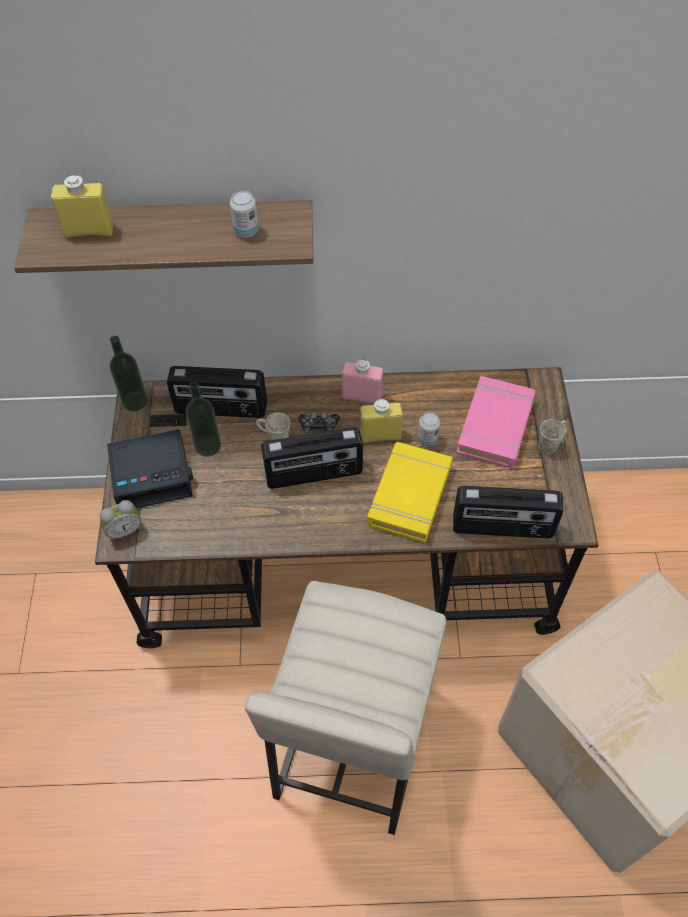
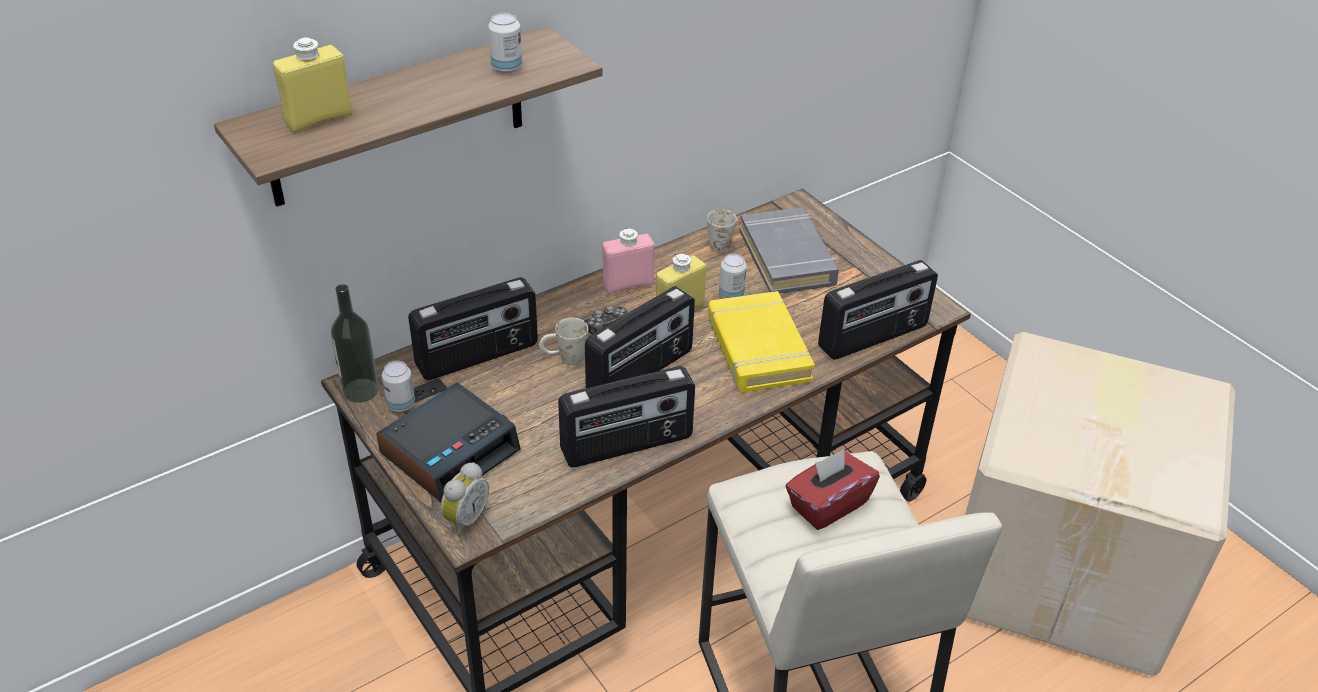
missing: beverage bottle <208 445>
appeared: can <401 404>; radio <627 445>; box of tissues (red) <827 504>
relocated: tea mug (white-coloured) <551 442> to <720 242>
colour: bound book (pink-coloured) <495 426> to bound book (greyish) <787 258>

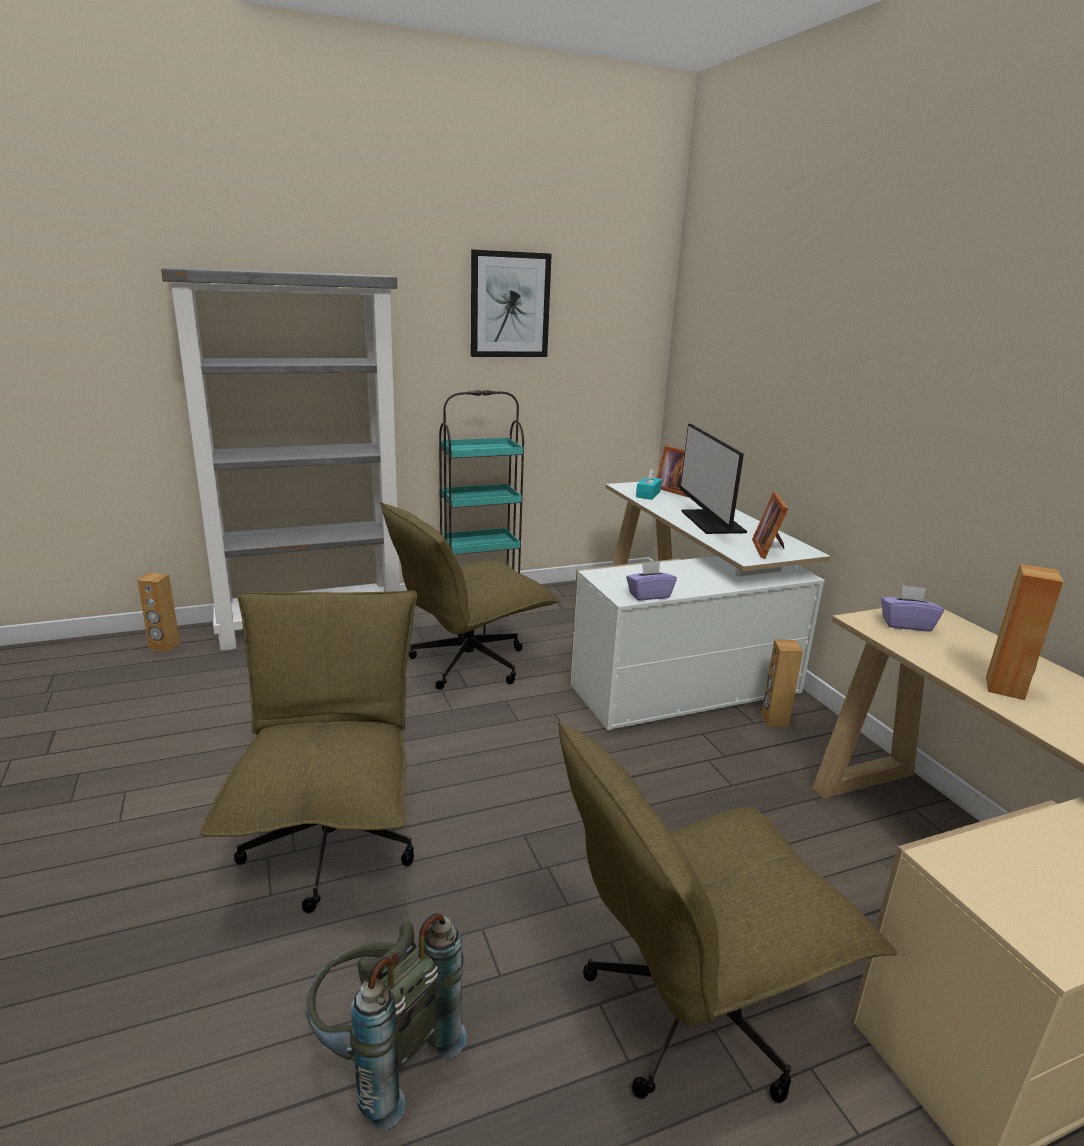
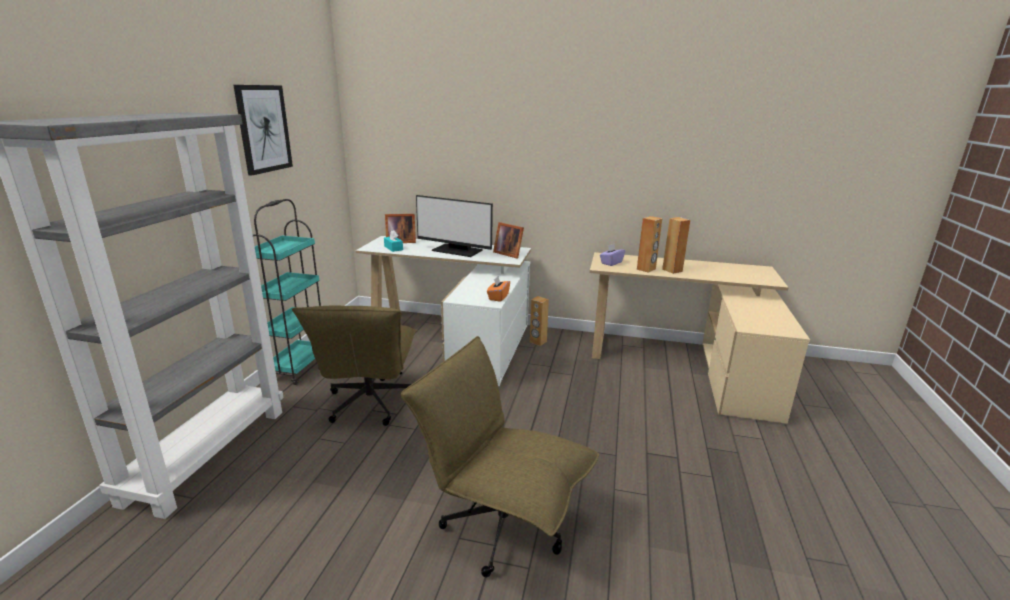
missing: knapsack (greyish) <381 1057>; computer chair (beige) <694 1008>
relocated: loudspeaker (brownish) <164 646> to <646 269>
colour: box of tissues (purple) <649 595> to box of tissues (orange) <498 297>

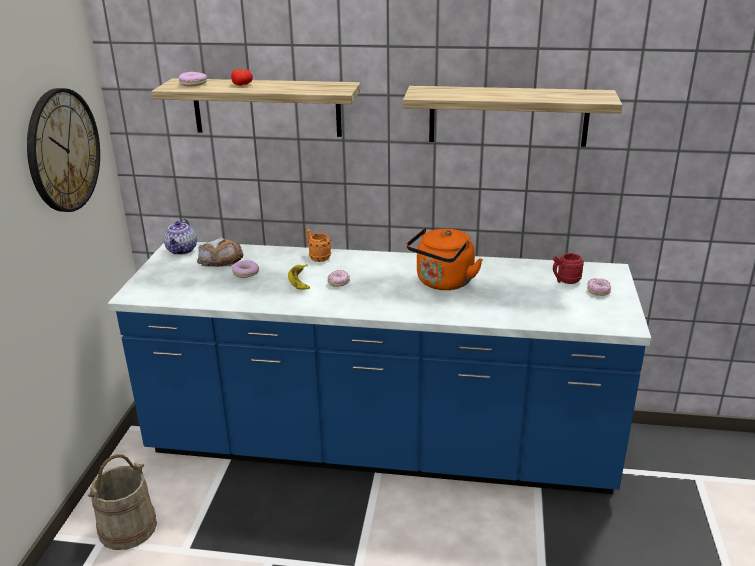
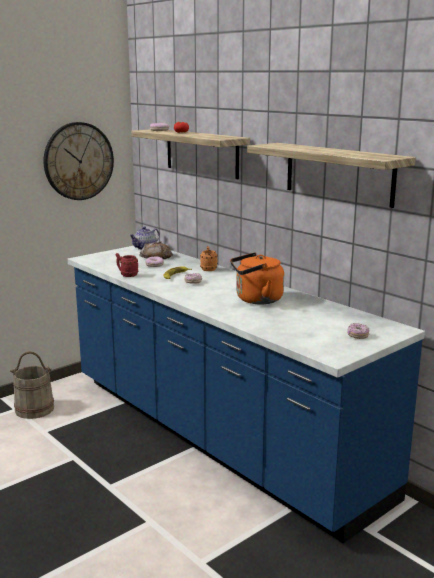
relocated: tea mug (red) <565 281> to <127 275>

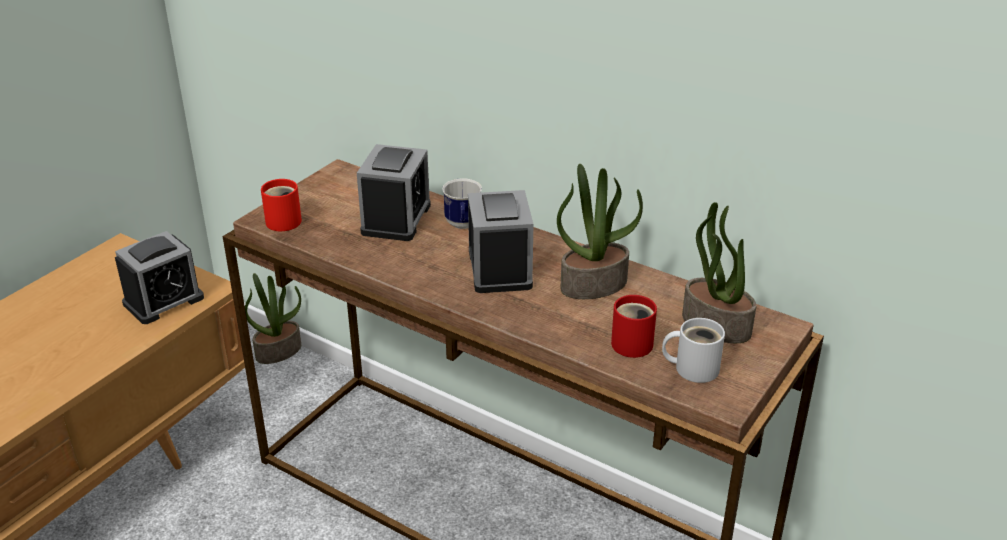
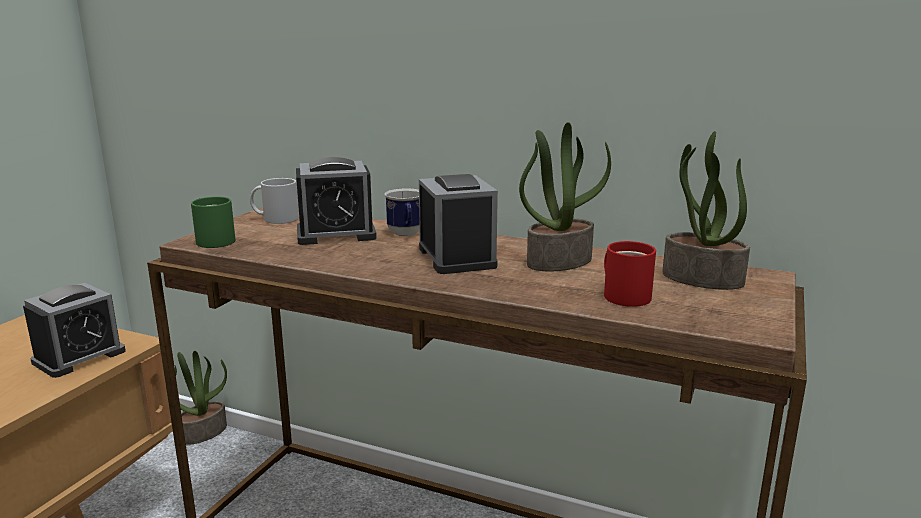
relocated: tea mug (white-coloured) <692 367> to <278 218>
colour: tea mug (red) <286 220> to tea mug (green-coloured) <218 241>
spun: bedside clock <396 219> = <336 234> 75 degrees clockwise

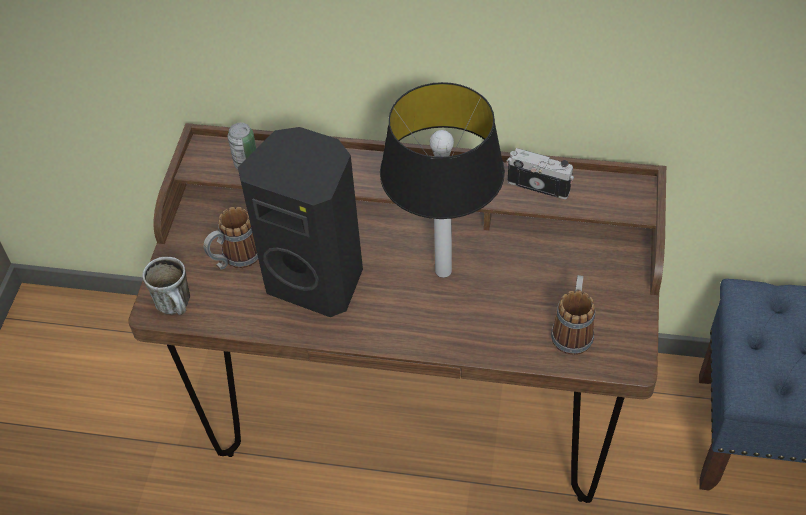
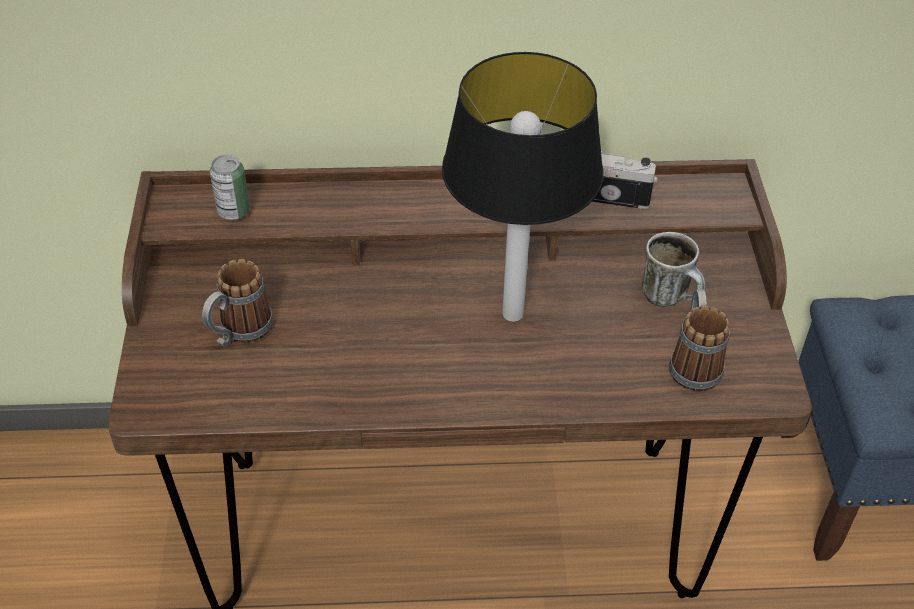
missing: loudspeaker (black-coloured) <317 279>
relocated: tea mug <178 307> to <671 298>

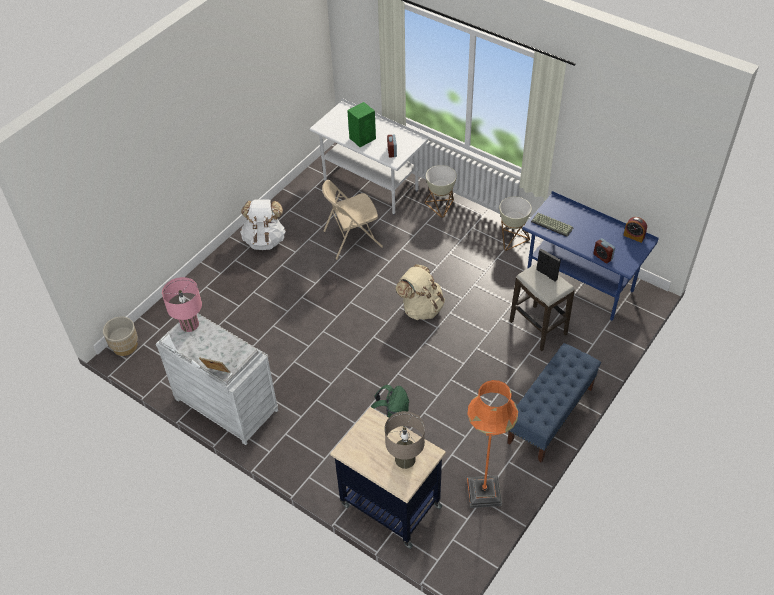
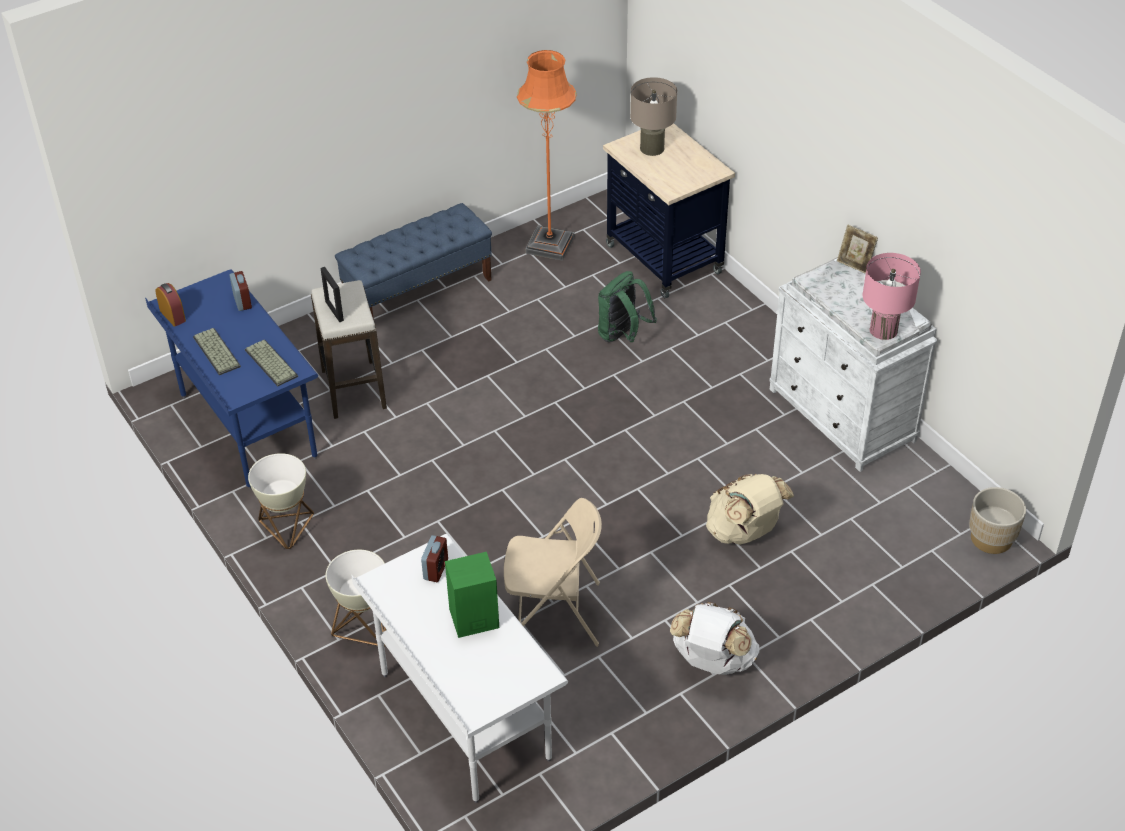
appeared: PC keyboard <215 352>
relocated: knapsack (beige) <421 308> to <744 532>

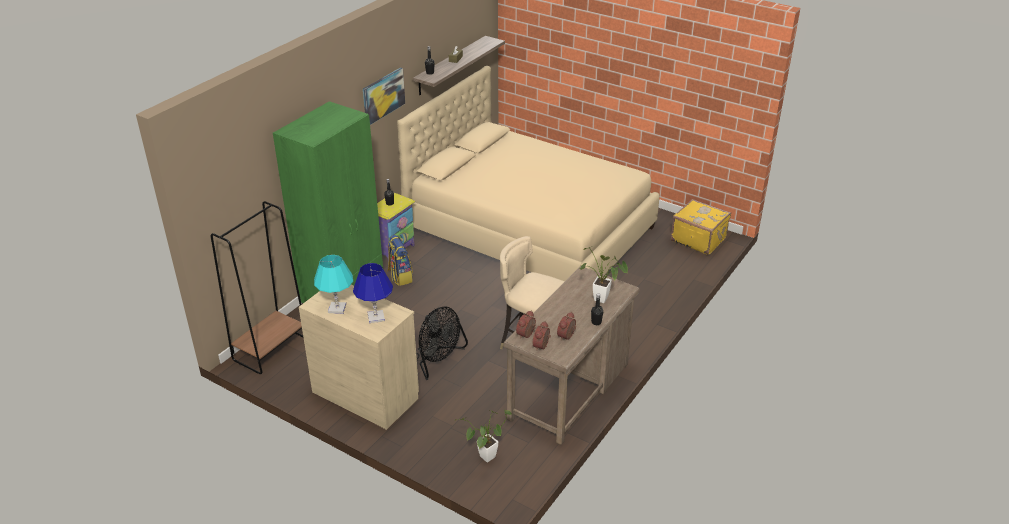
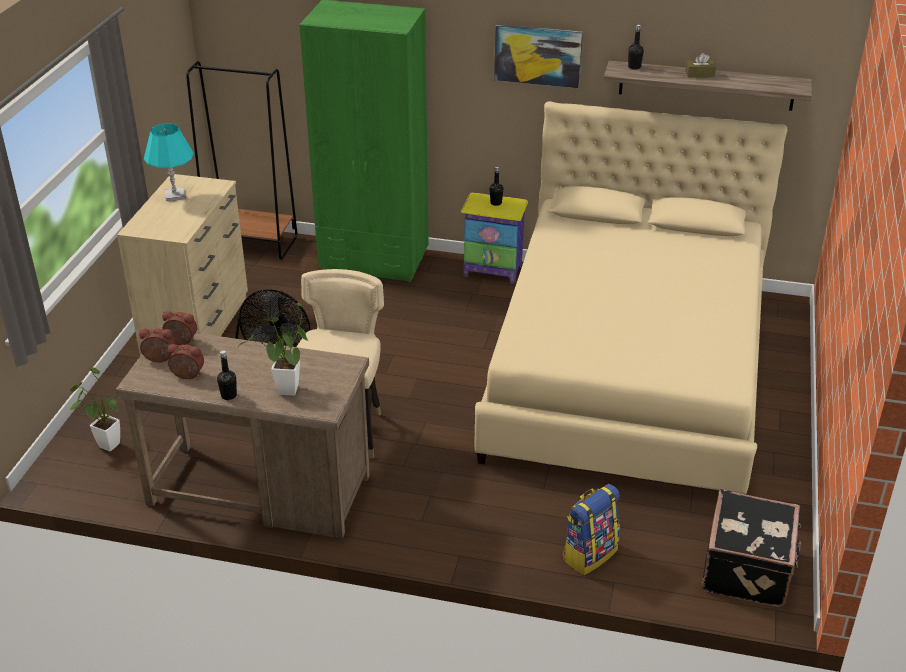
missing: tabletop lamp (blue-coloured) <376 317>
relocated: knapsack <400 277> to <589 554>
colour: suitcase (yellow-coloured) <698 239> to suitcase (black-coloured) <748 570>

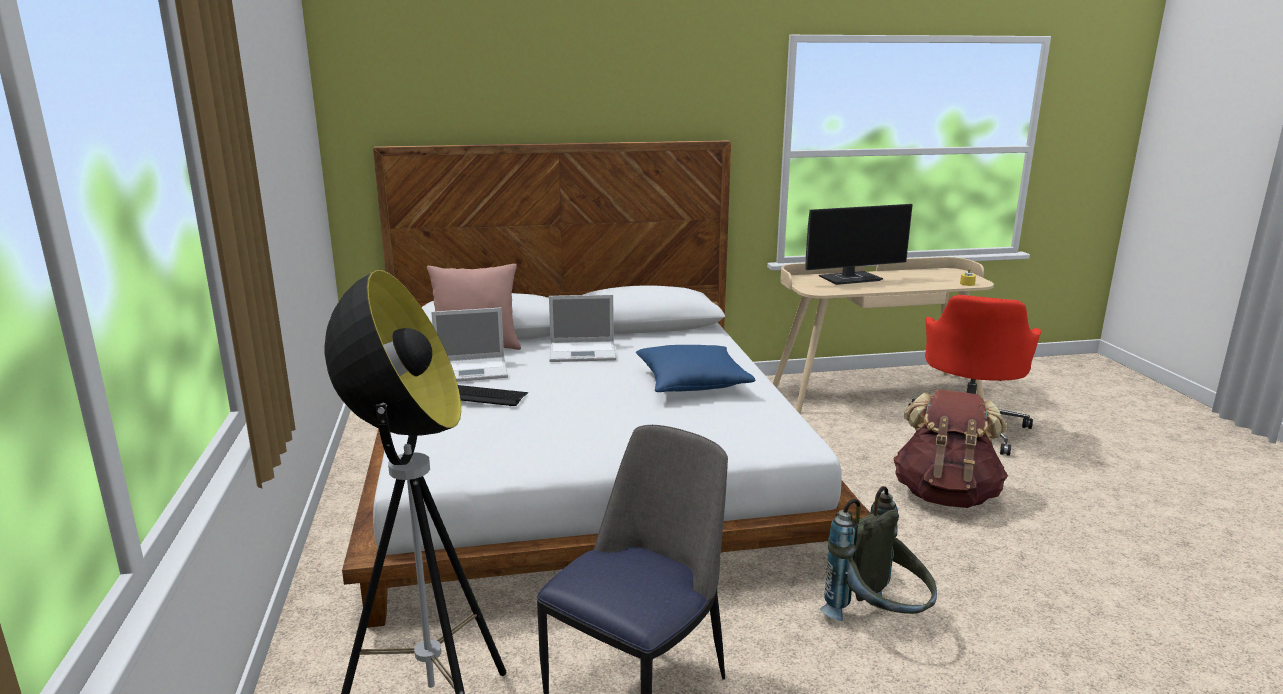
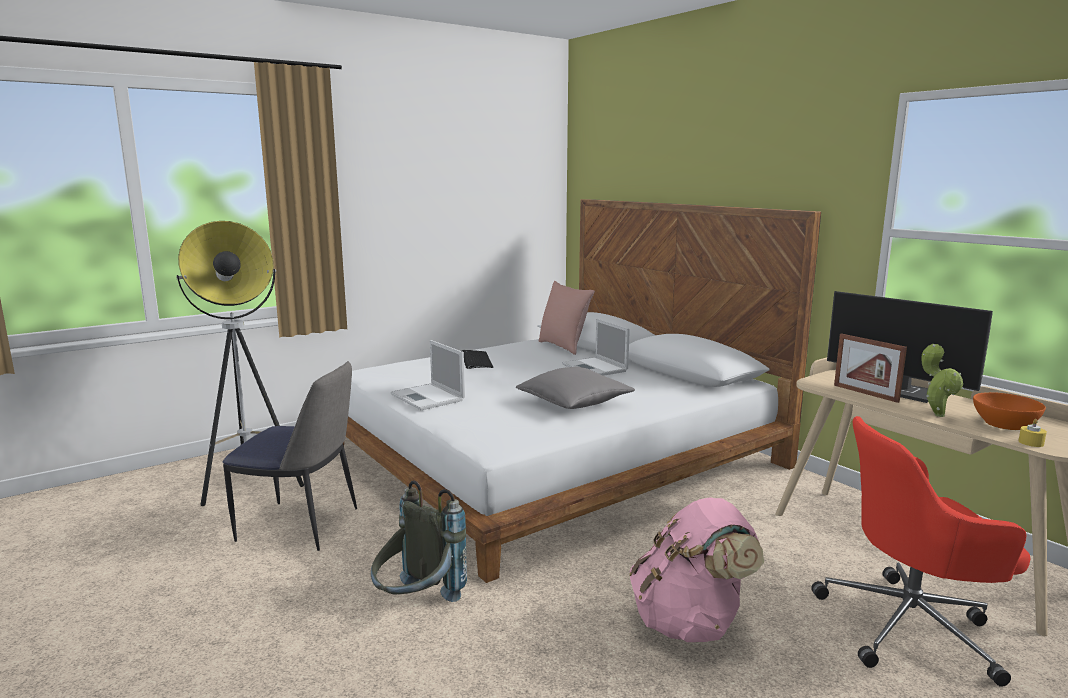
appeared: picture frame <865 393>; potted plant <936 414>; serving bowl (orange) <1005 424>
relocated: laptop <472 370> to <428 397>
colour: cushion (blue-coloured) <692 383> to cushion (greyish) <574 402>; knapsack (brownish) <945 495> to knapsack (pink-coloured) <690 623>

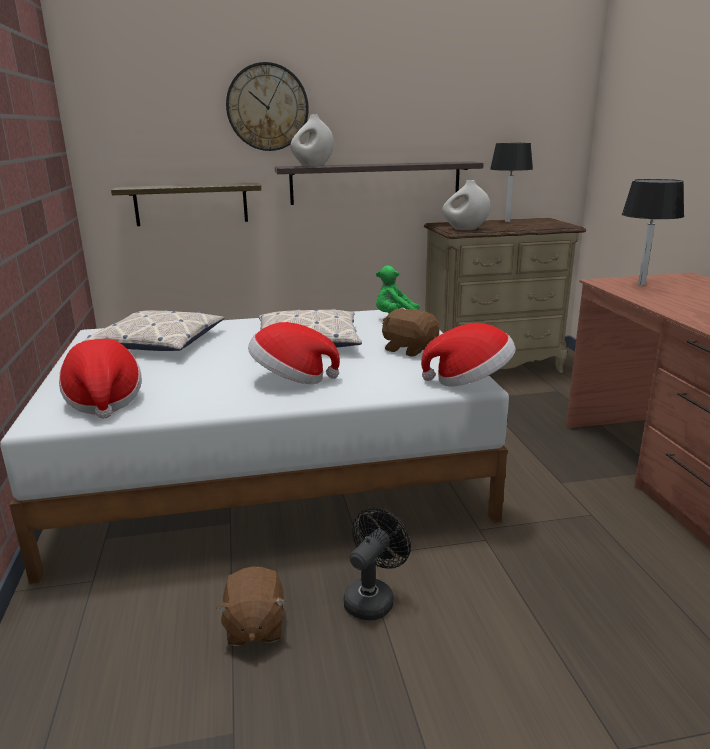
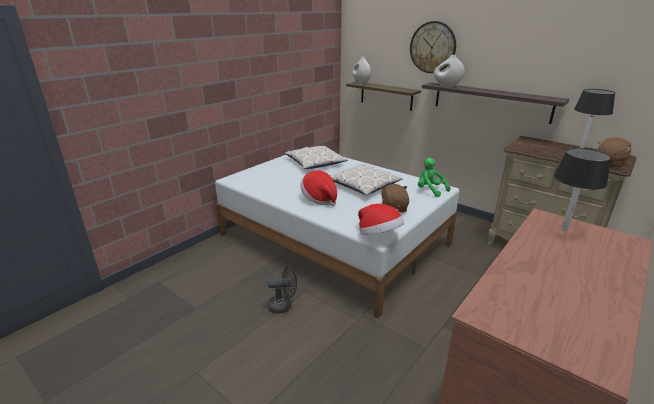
missing: wearable hat <104 401>
relocated: soft toy (brownish) <254 626> to <609 163>; flower vase (white-coloured) <465 229> to <360 83>

